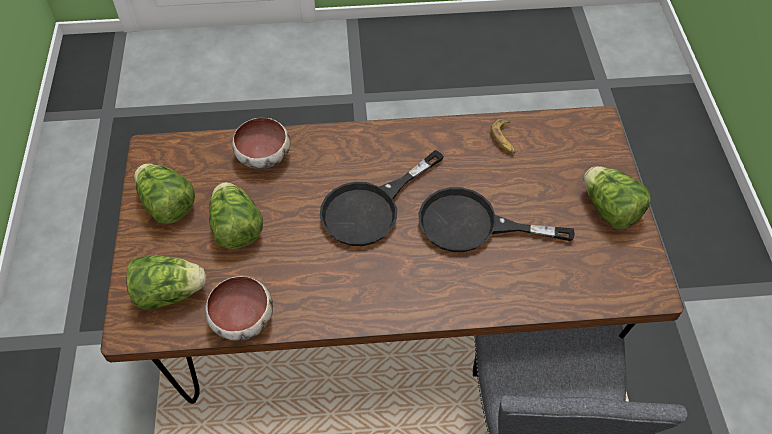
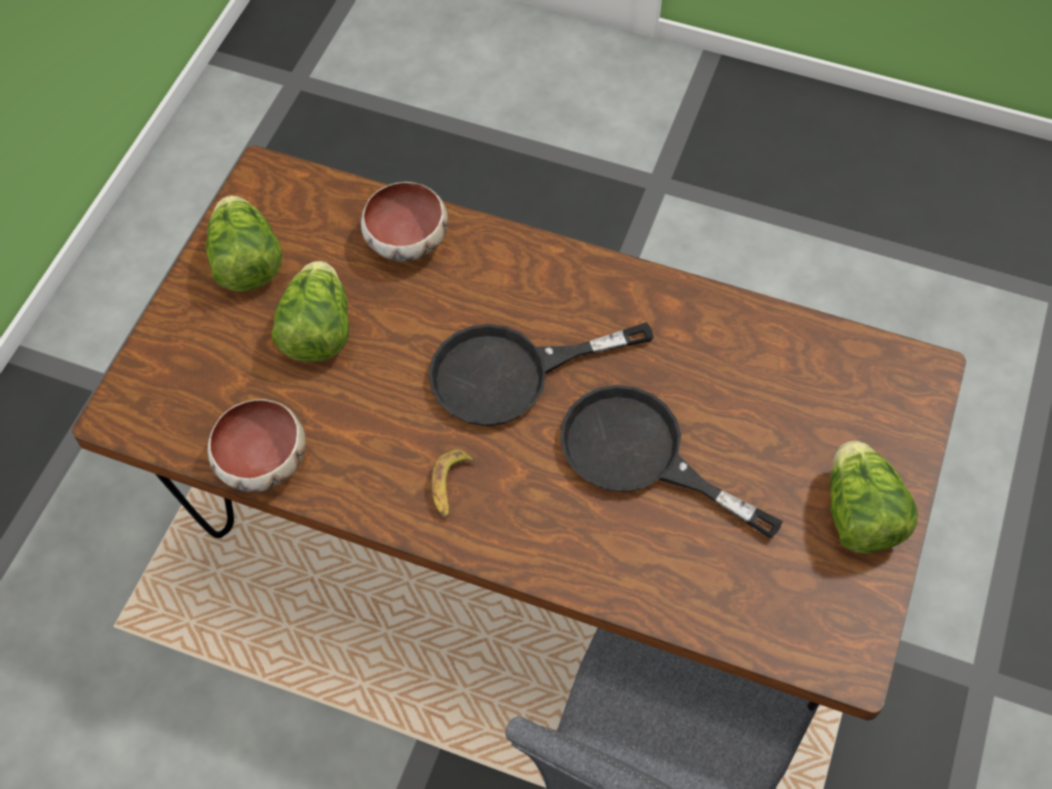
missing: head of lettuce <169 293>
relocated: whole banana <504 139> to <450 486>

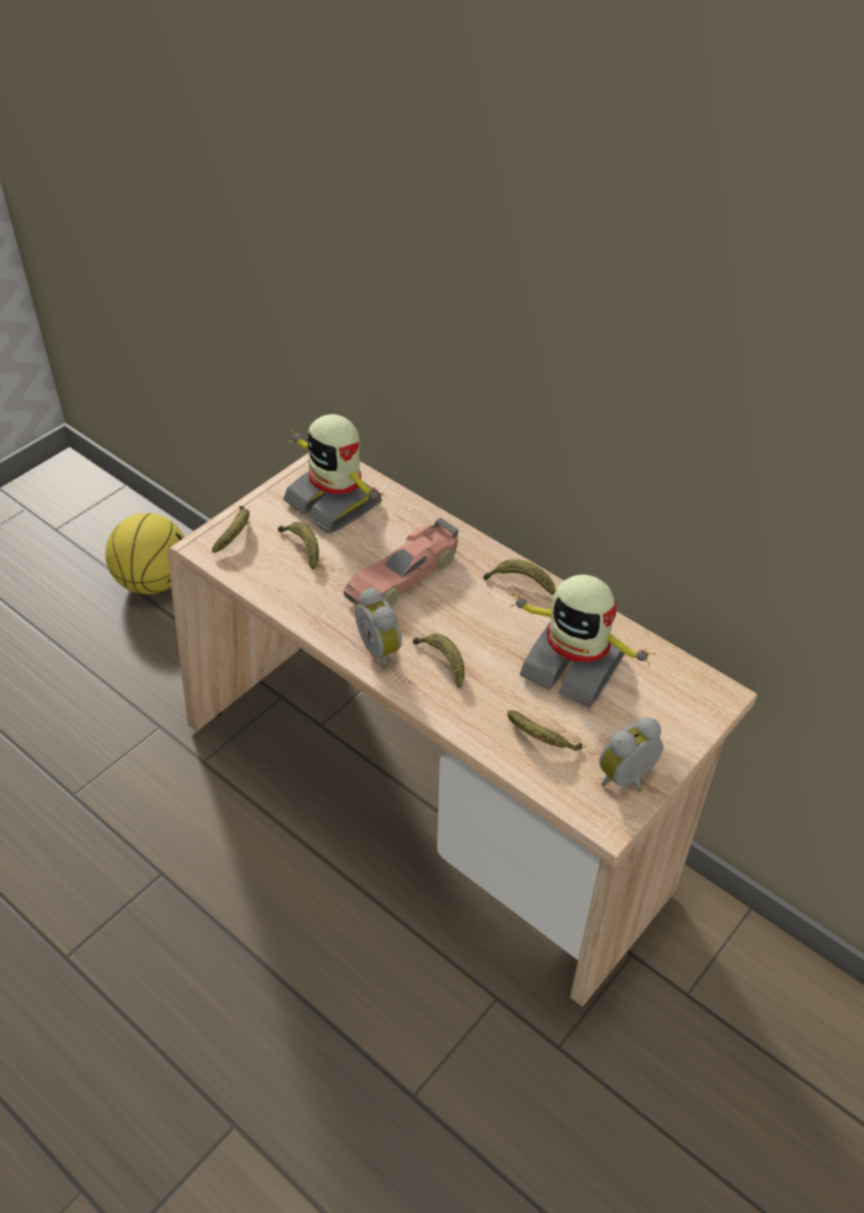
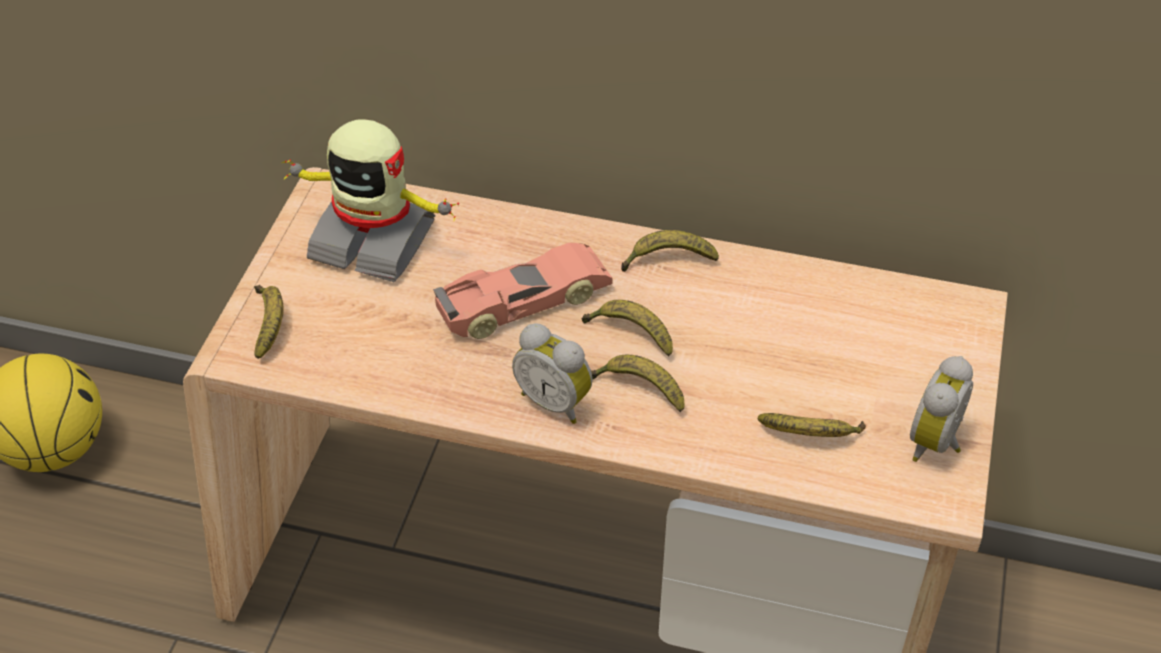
missing: robot figure <573 665>
relocated: whole banana <302 548> to <630 333>
spun: model car <404 576> = <523 301> 135 degrees counterclockwise

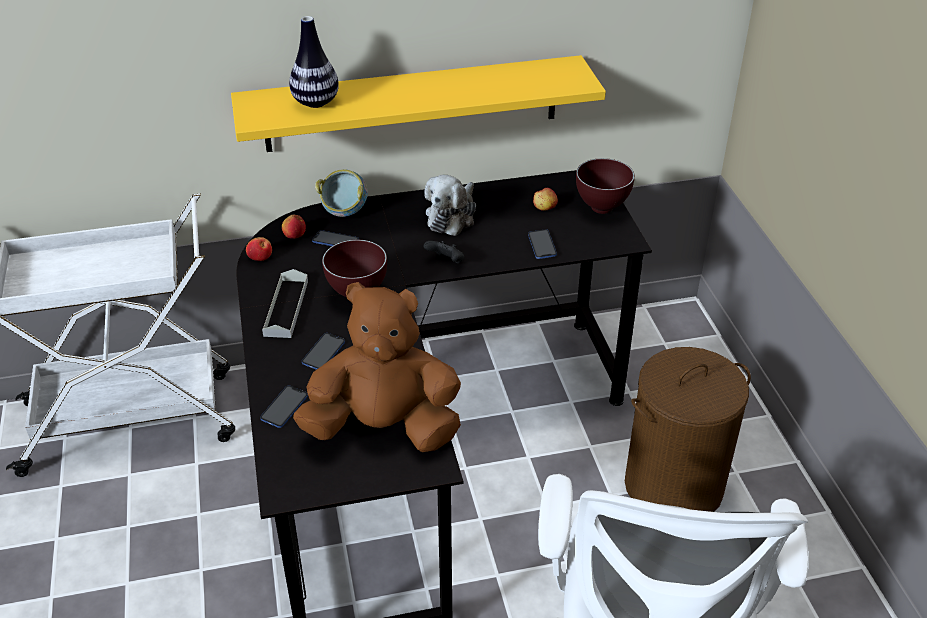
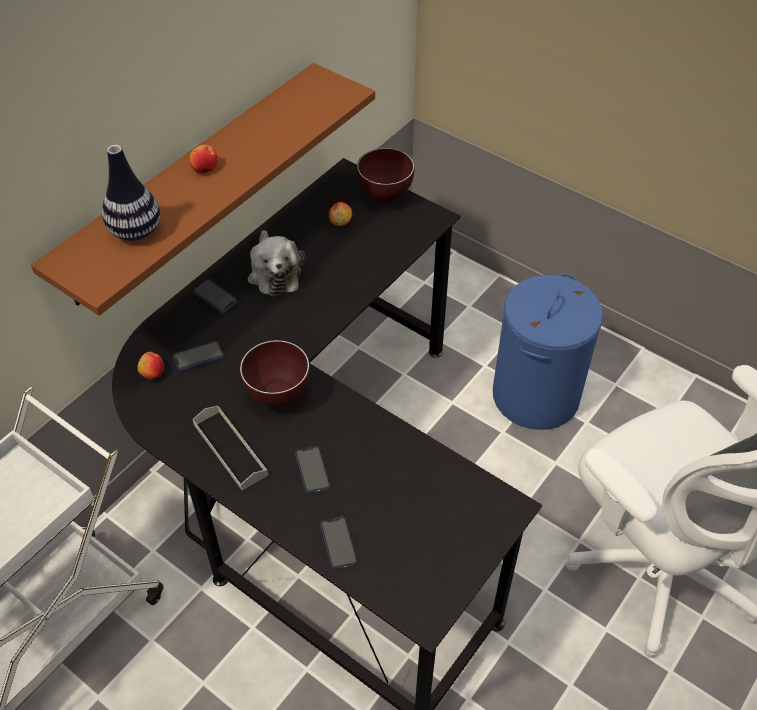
missing: soft toy (brownish) <384 428>; serving bowl <344 212>; joypad (black-coloured) <446 262>
relocated: apple fruit <260 257> to <204 168>; telephone <542 245> to <215 296>
colour: bracket shelf (yellow-coloured) <412 104> to bracket shelf (brownish) <192 183>; hamper (brownish) <674 485> to hamper (blue-coloured) <536 395>

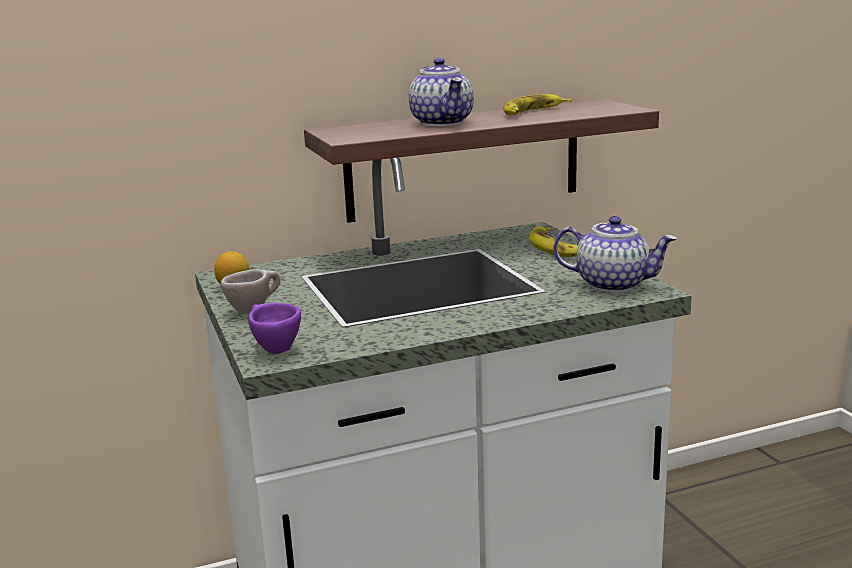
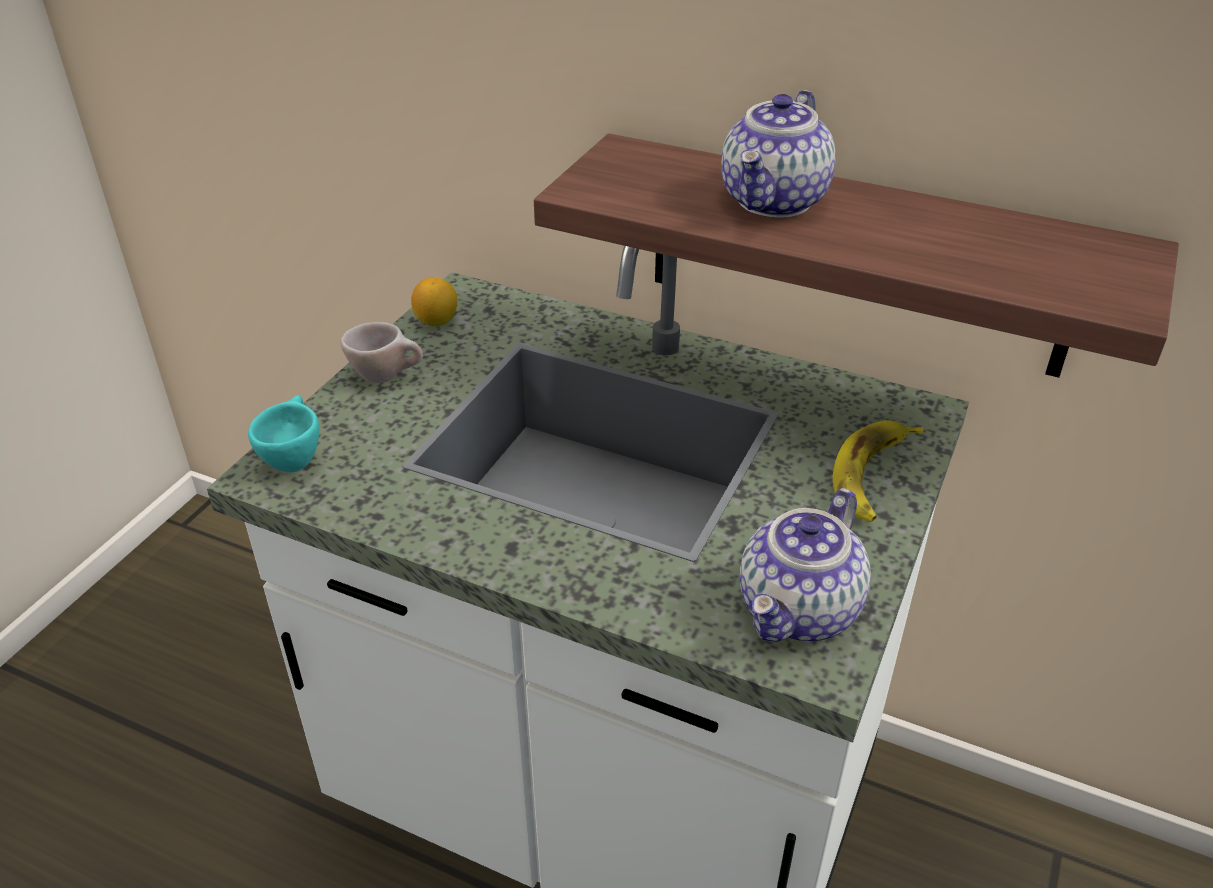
missing: whole banana <533 112>
colour: small cup (purple) <272 349> to small cup (blue-green) <294 458>
spun: teapot <613 284> = <800 611> 60 degrees clockwise

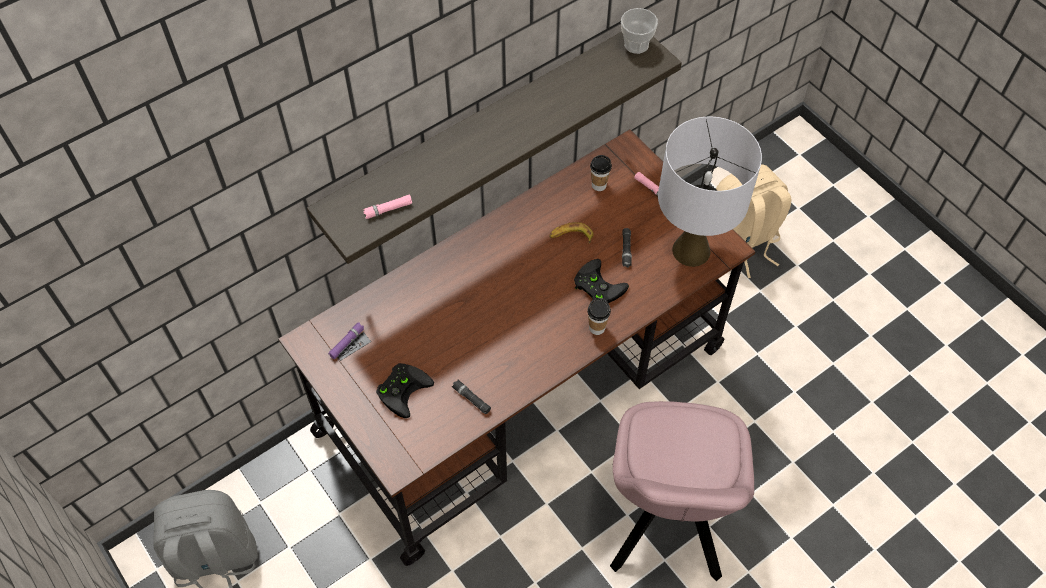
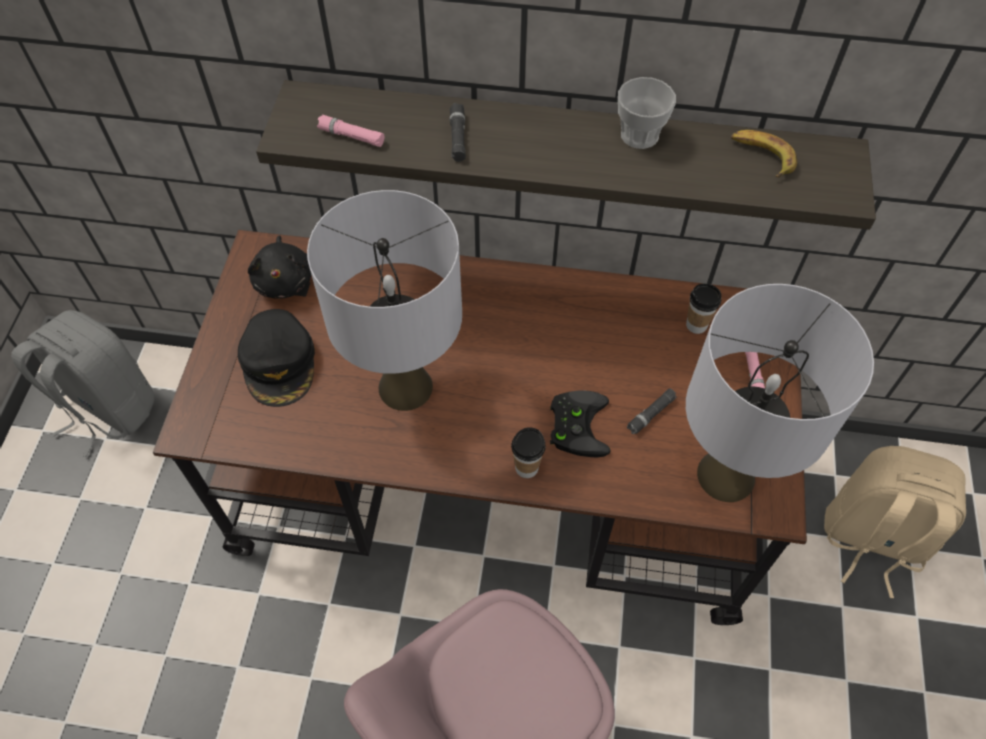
appeared: tabletop lamp (greyish) <404 387>
relocated: torch (black-coloured) <471 399> to <458 137>; whole banana <571 236> to <761 156>; small cup <636 44> to <639 135>
exchanged: torch (purple) <347 343> to soft toy (black-coloured) <285 280>; joypad (black-coloured) <403 388> to cap (black-coloured) <279 363>

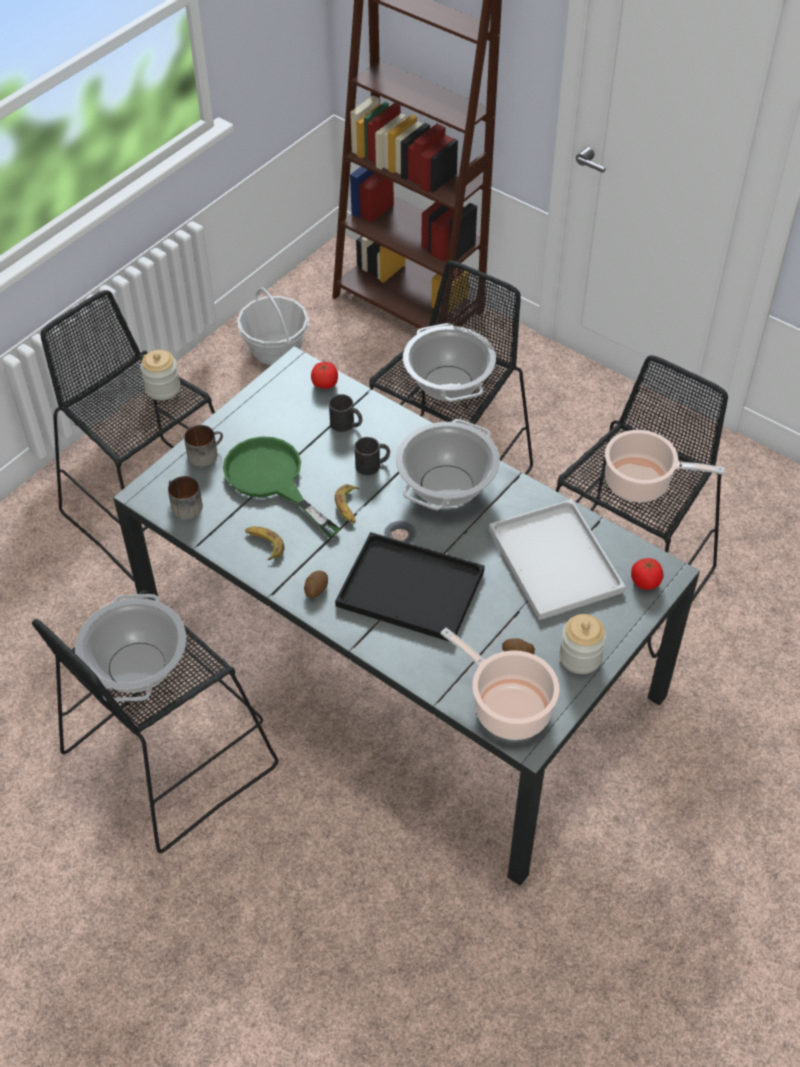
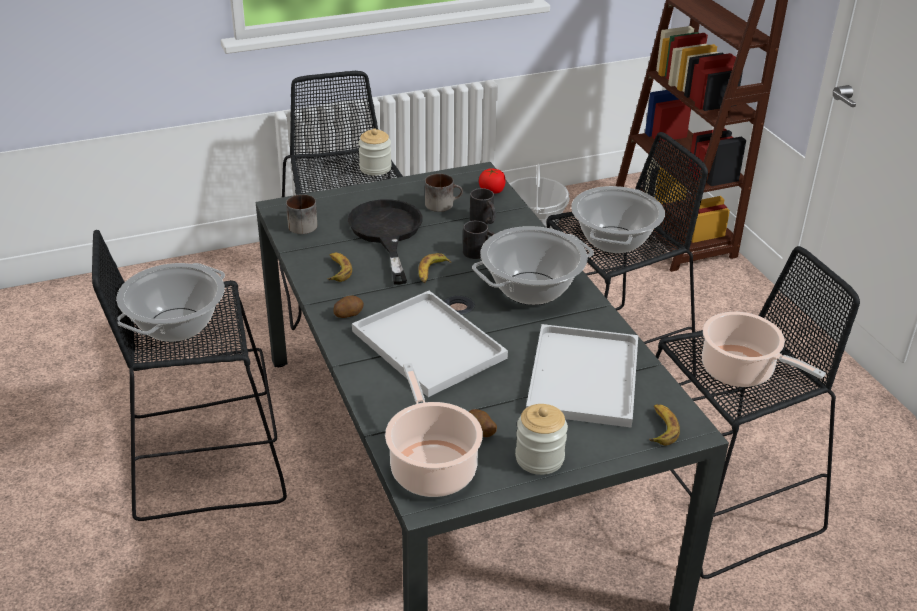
relocated: tea mug <205 453> to <443 204>
exchanged: fresh tomato <645 582> to whole banana <661 428>
colour: frying pan (green-coloured) <272 480> to frying pan (black-coloured) <387 233>; serving tray (black-coloured) <413 588> to serving tray (white-coloured) <431 345>

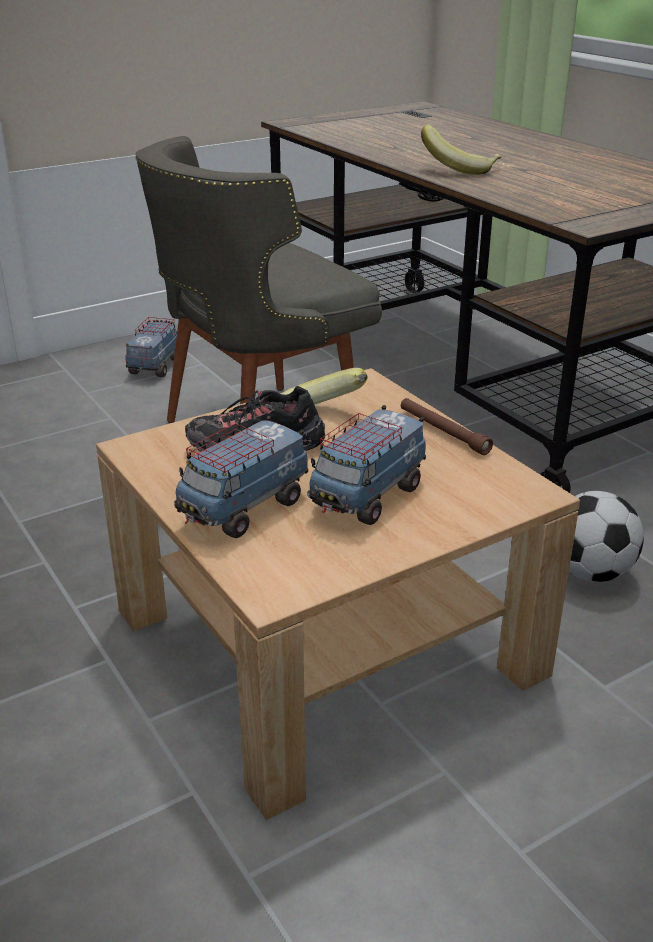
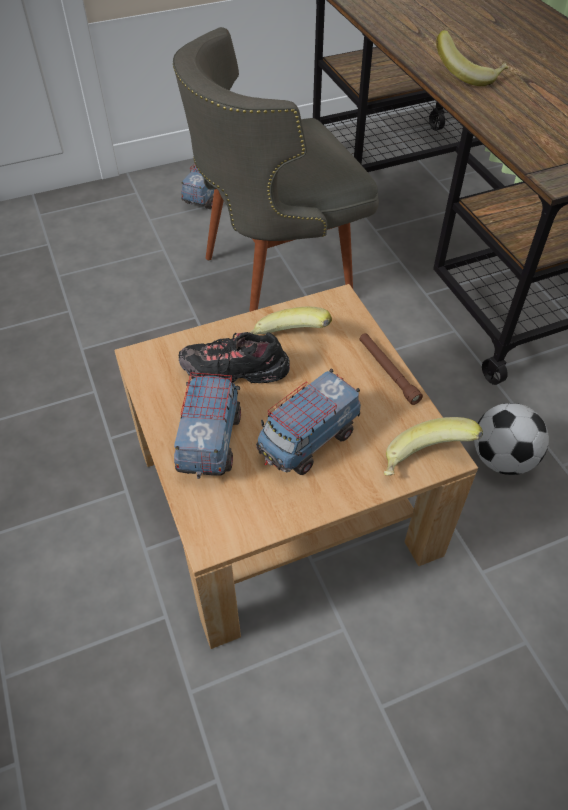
appeared: whole banana <425 463>
spun: toy lorry <243 509> = <210 441> 135 degrees clockwise

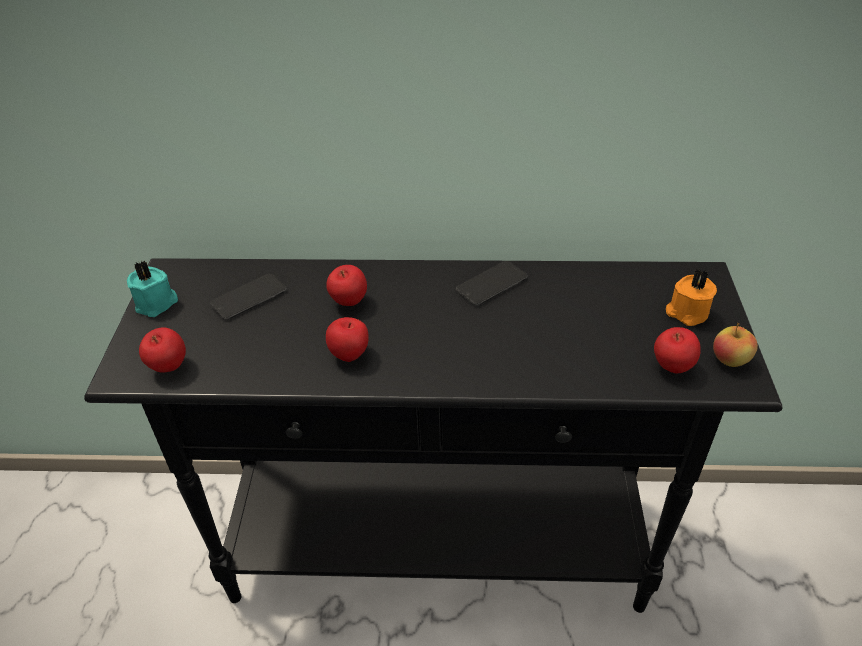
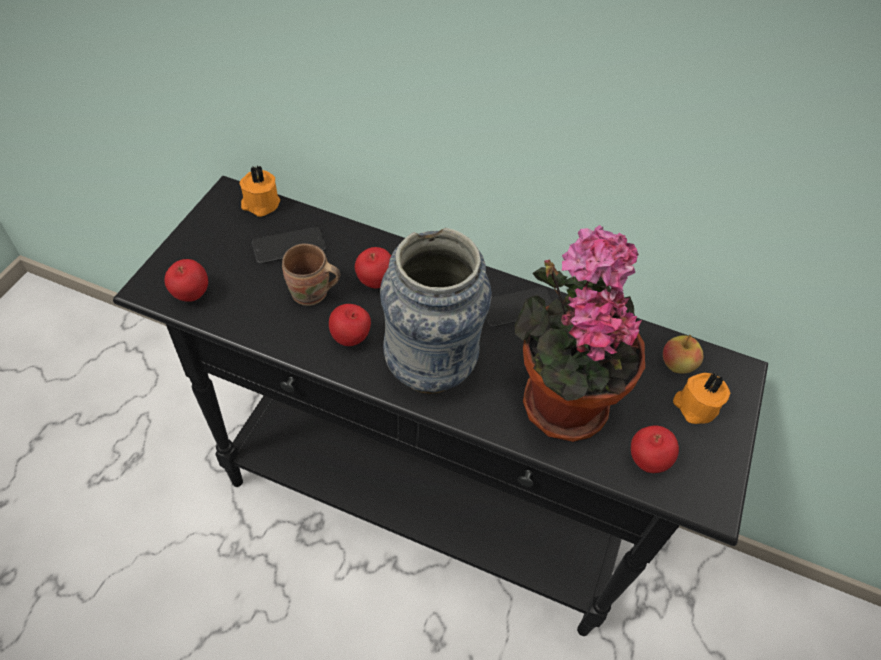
missing: wax light (blue-green) <157 304>
appeared: wax light (orange) <260 204>; tea mug (brownish) <311 295>; flower vase <429 368>; potted plant <559 398>
relocated: apple fruit <729 360> to <676 365>

